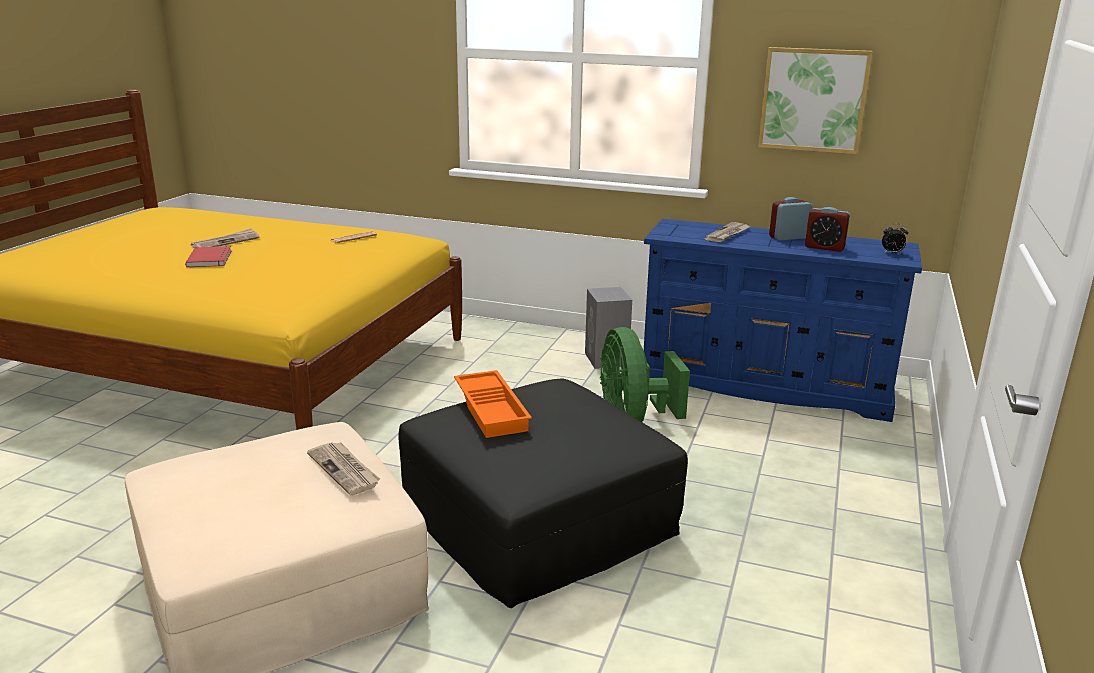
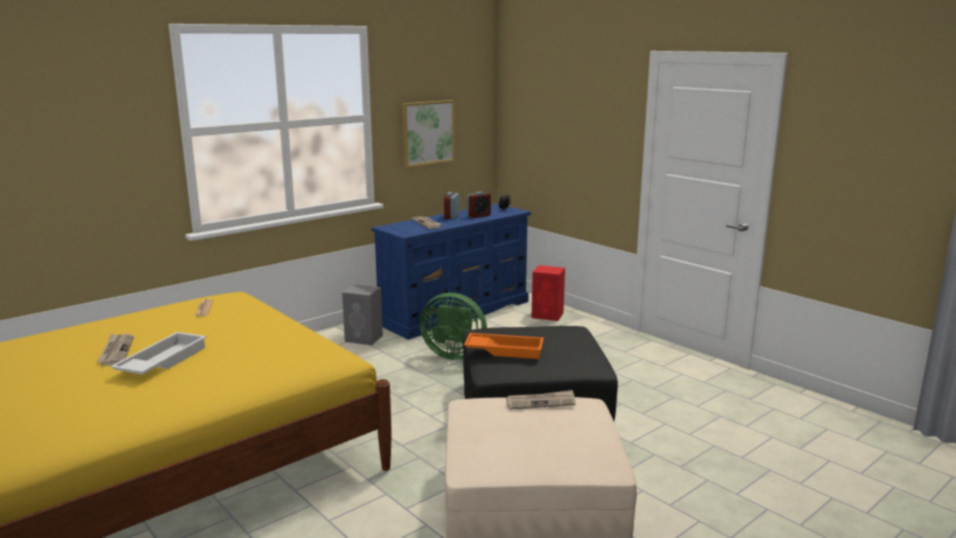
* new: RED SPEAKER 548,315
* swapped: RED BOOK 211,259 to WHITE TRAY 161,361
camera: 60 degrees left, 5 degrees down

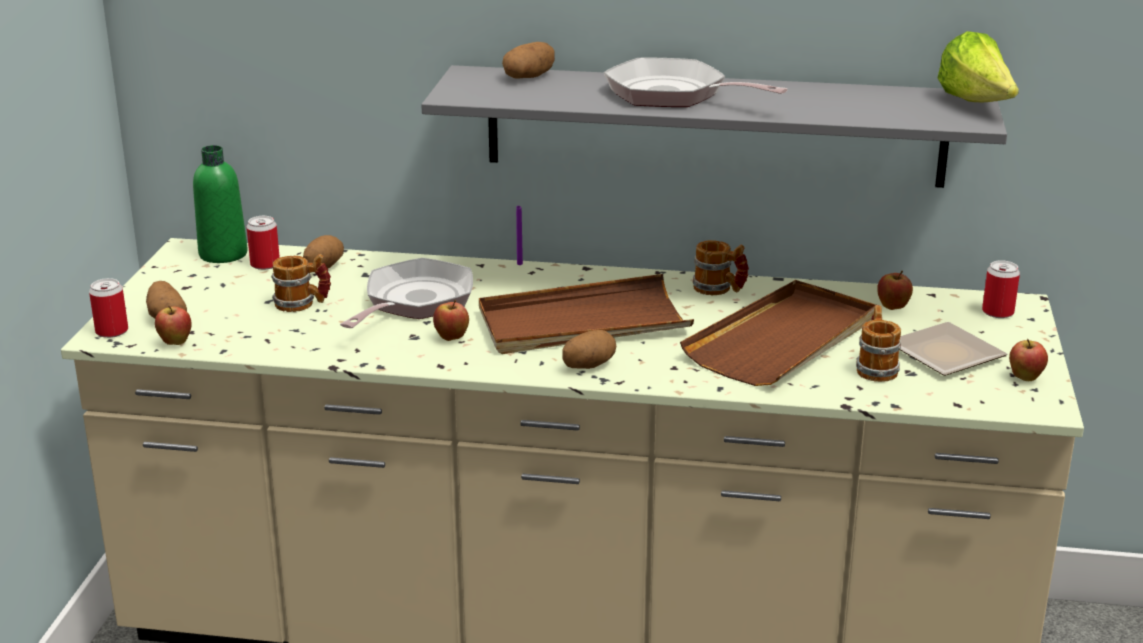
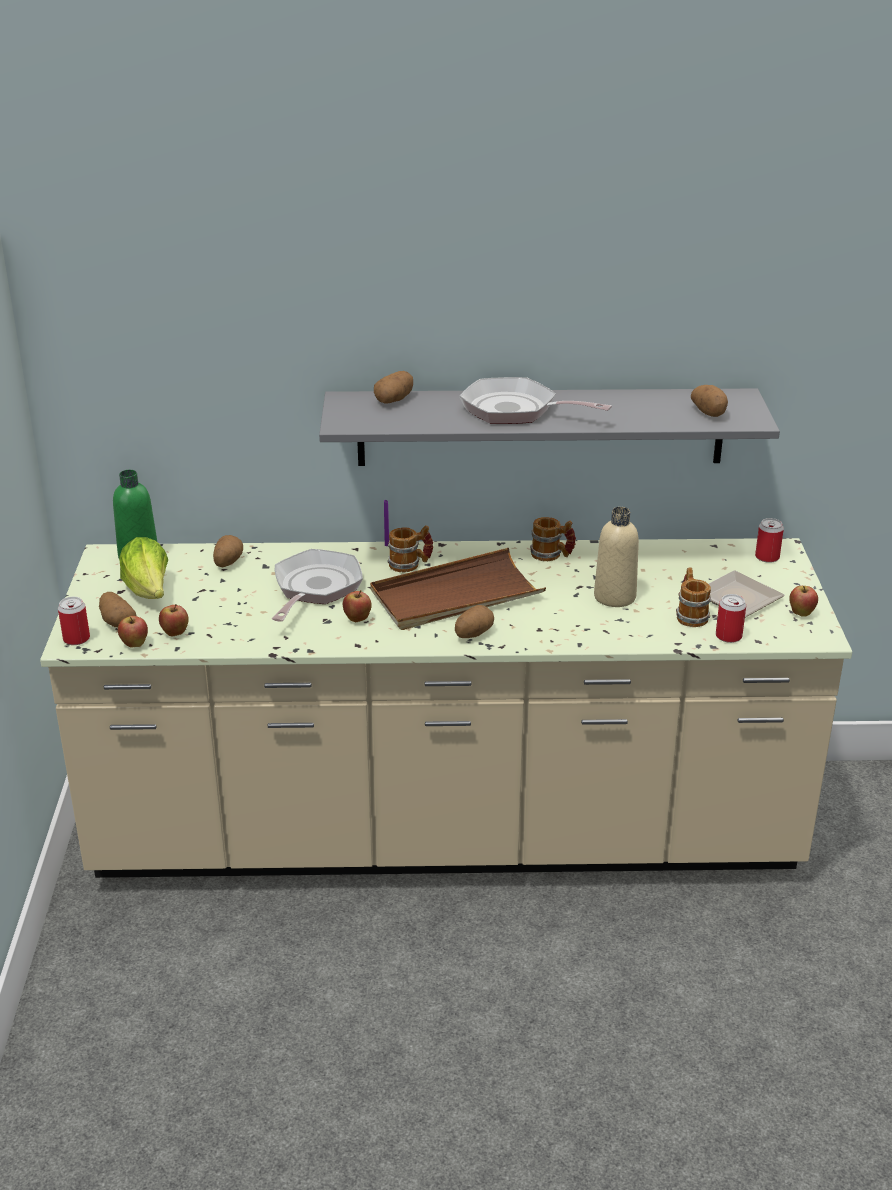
* new: POTATO 709,413
* shifted: CAN 265,264 to 728,636
* shifted: MUG 302,304 to 410,564
* shifted: APPLE 893,308 to 175,634
* shifted: LETTUCE 977,104 to 149,592
* swapped: BROWN TRAY 783,340 to BEIGE BOTTLE 614,597
camera: 10 degrees left, 5 degrees up

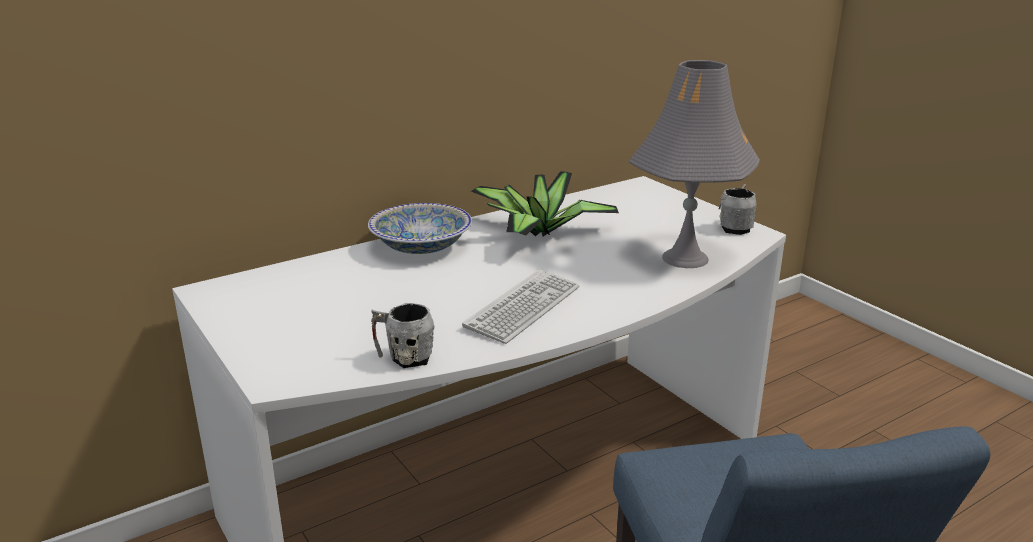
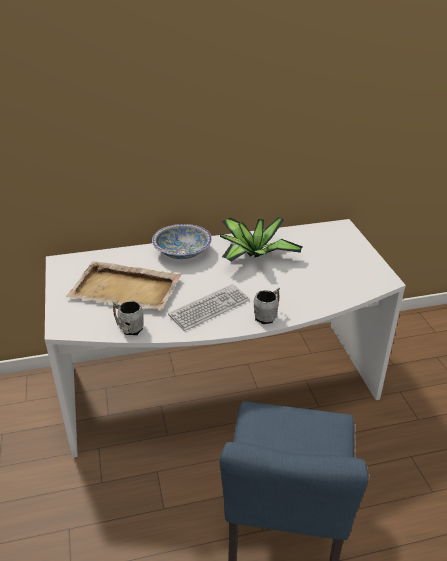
* gone: GREY TABLE LAMP 685,258
* new: BEIGE TRAY 126,289
* shifted: GREY MUG 736,227 to 267,316
camera: 20 degrees right, 10 degrees up

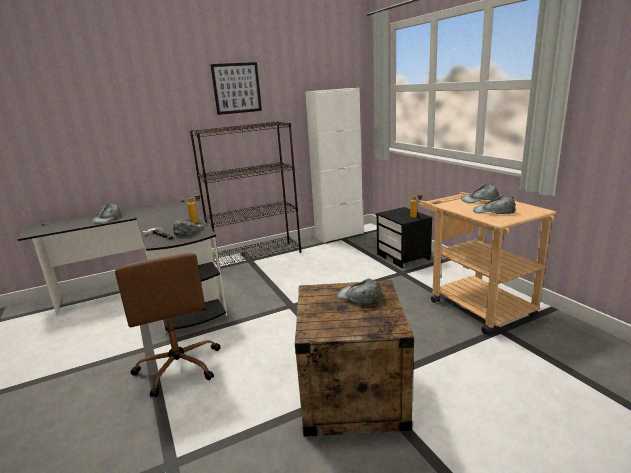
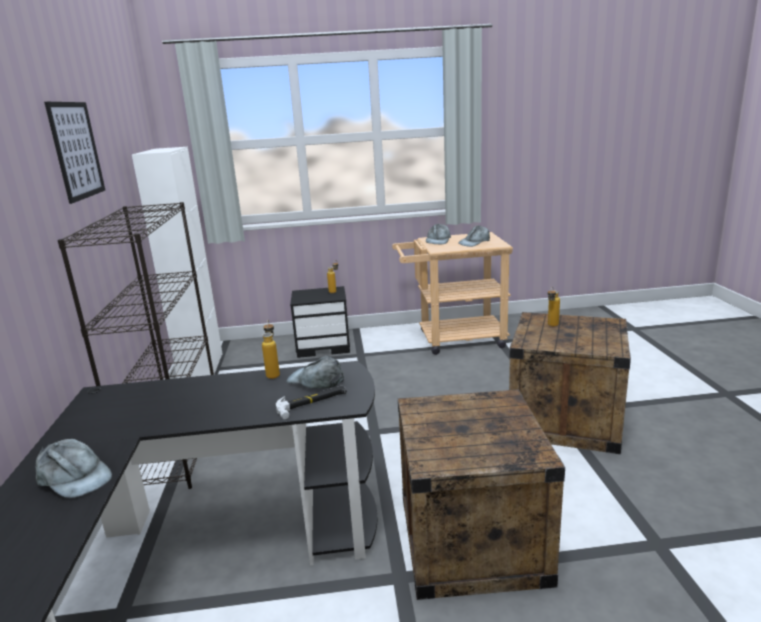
* swapped: BROWN OFFICE CHAIR 179,367 to CRATE 472,539
* swapped: GREY CAP 359,297 to BOTTLE 551,326
camera: 70 degrees left, 0 degrees up

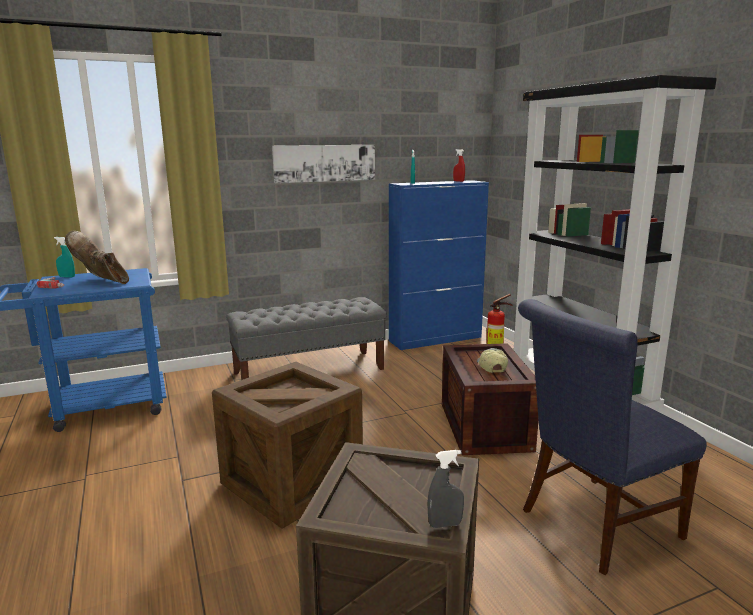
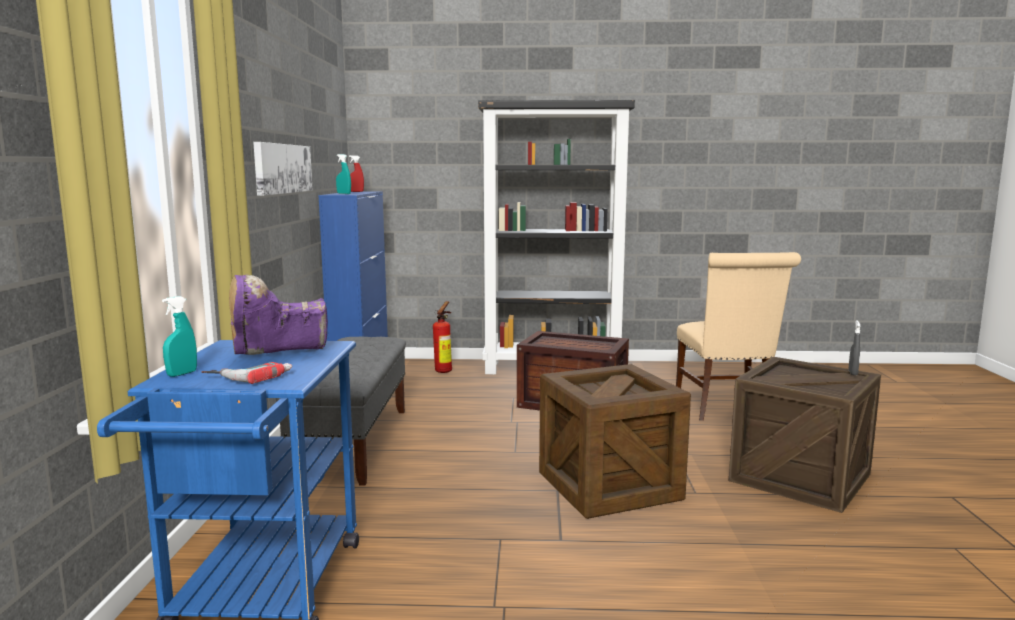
* gone: CAP 491,367
* repainted: BROWN BOOT 102,281 to PURPLE BOOT 277,357
* repainted: BLUE CHAIR 593,525 to BEIGE CHAIR 726,409
camera: 65 degrees left, 5 degrees down

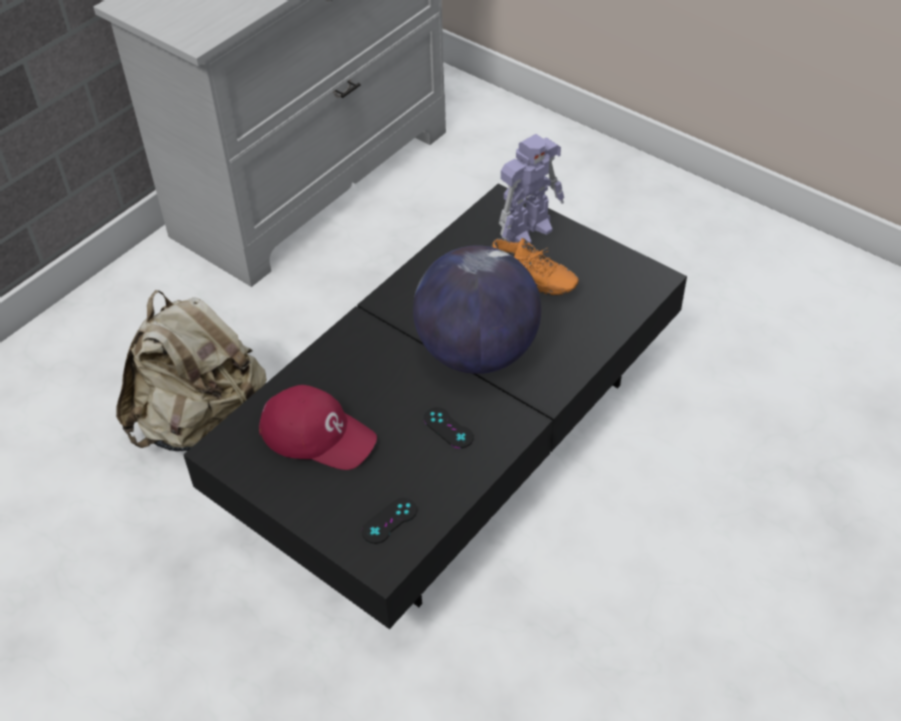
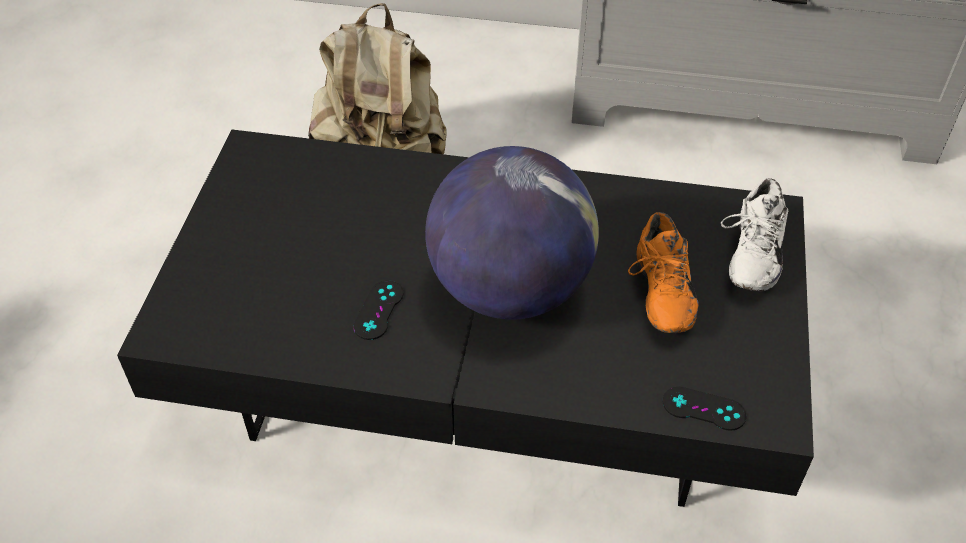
* gone: RED CAP 318,434
* shifted: BLACK GAME CONTROLLER 389,521 to 703,409
* swapped: TOY ROBOT 528,229 to WHITE SHOE 749,255
camera: 60 degrees right, 0 degrees up

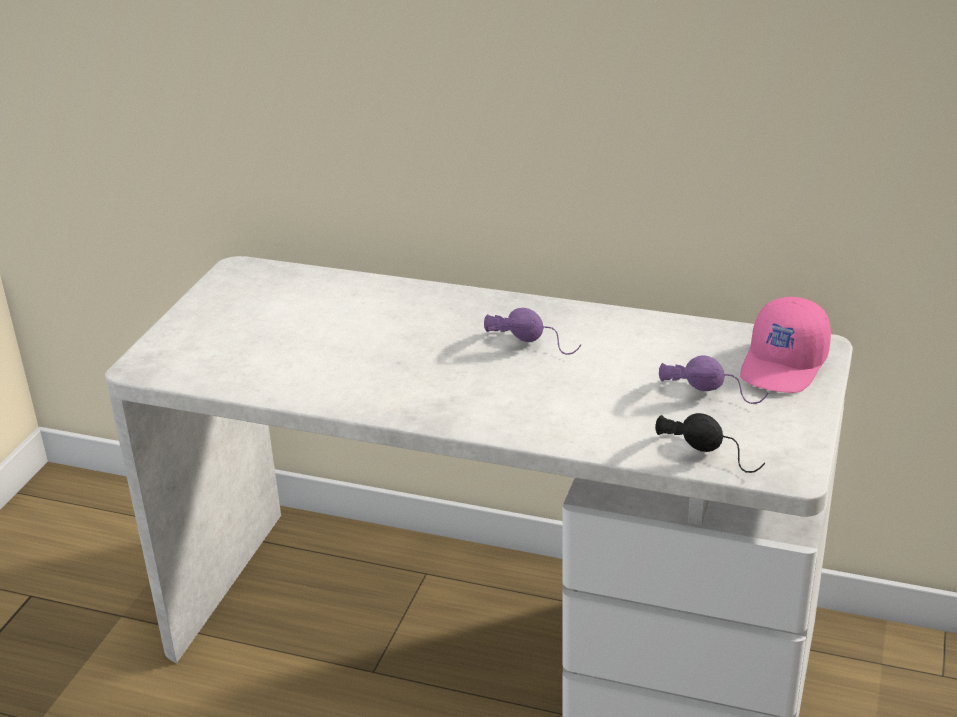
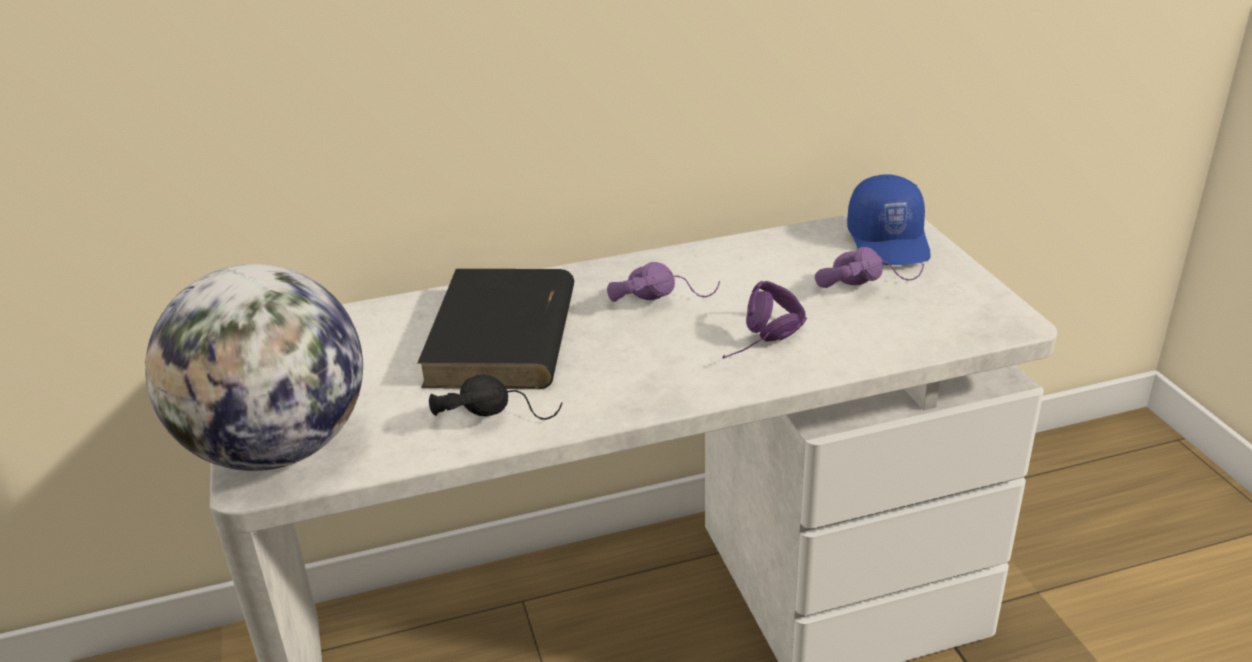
* new: GLOBE 279,448
* new: BLACK BOOK 502,338
* new: PURPLE HEADPHONES 766,343
* shifted: BLACK HEADPHONES 710,452 to 496,414
* repainted: PINK CAP 784,365 to BLUE CAP 890,242
camera: 35 degrees left, 0 degrees up

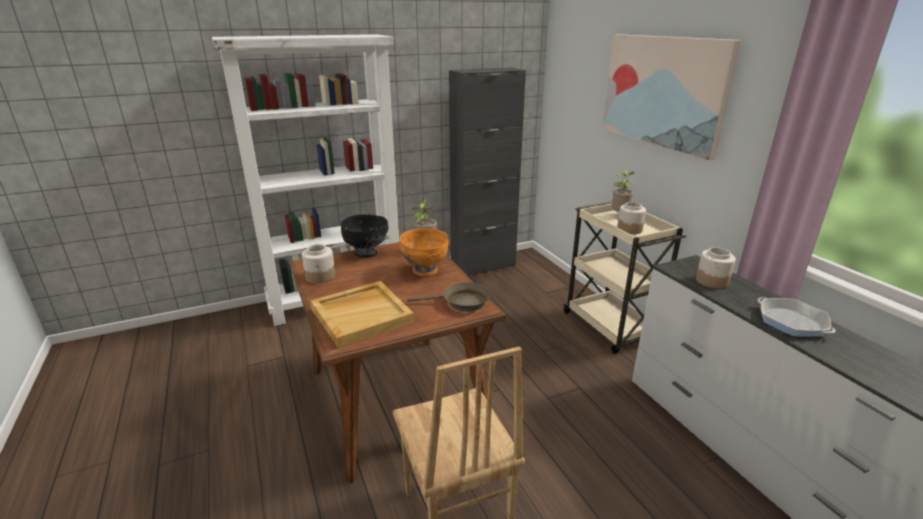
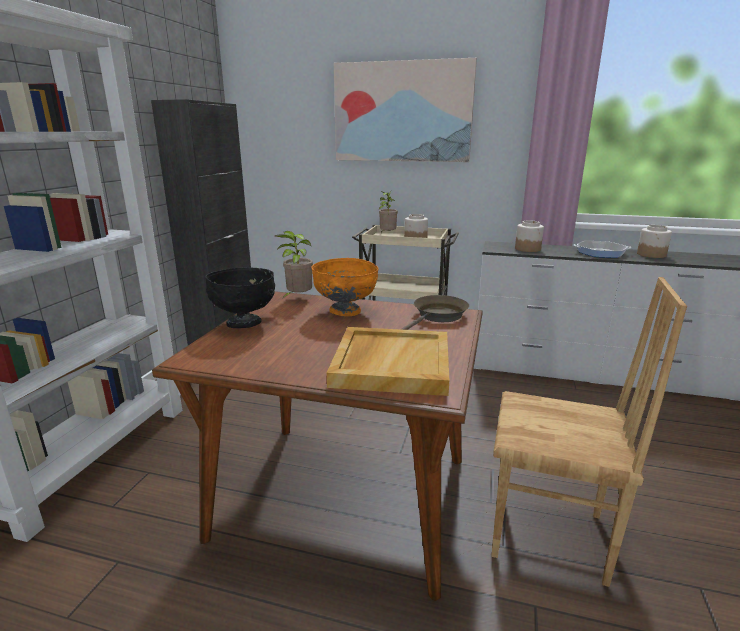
* shifted: JAR 320,277 to 651,254
camera: 50 degrees left, 5 degrees down

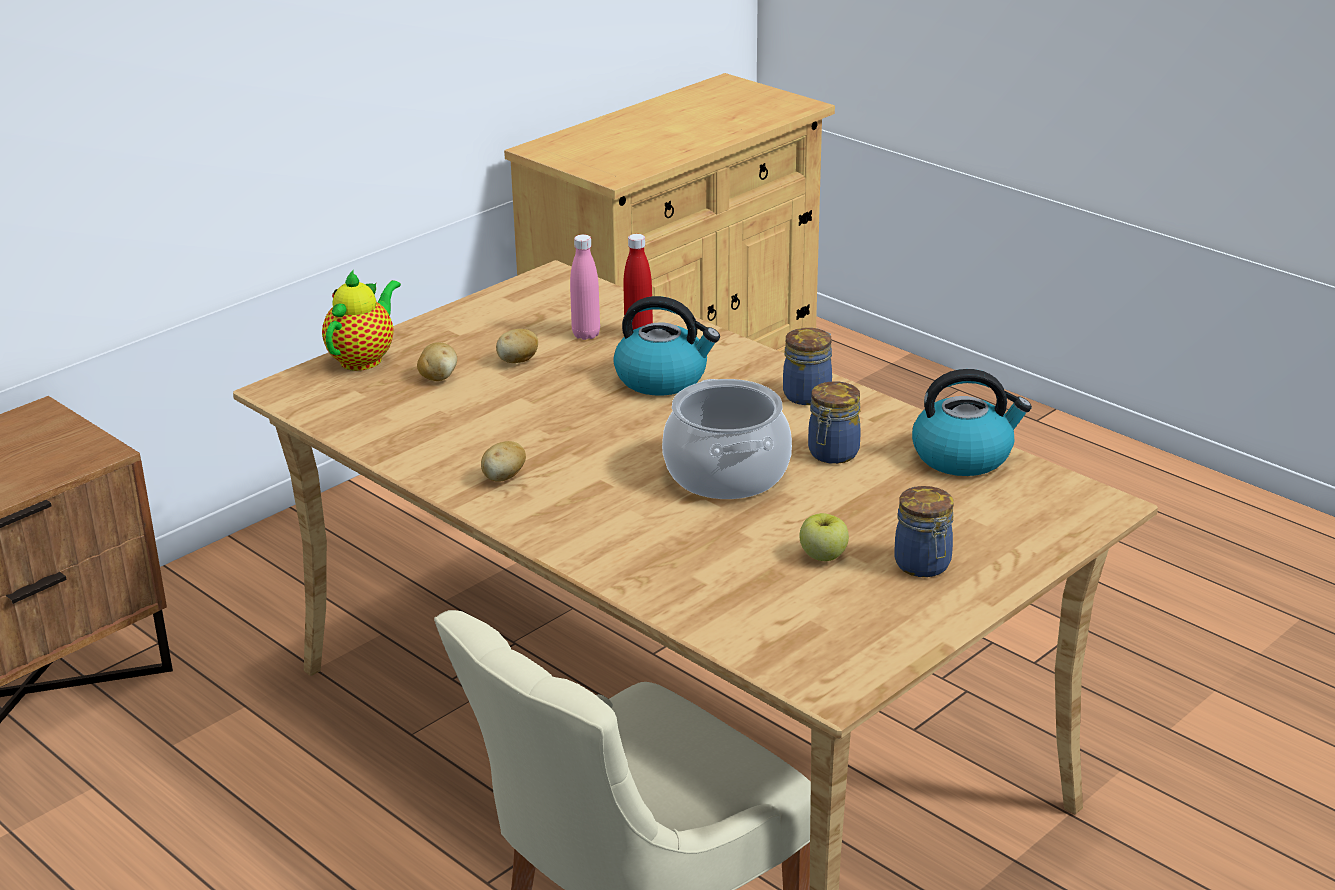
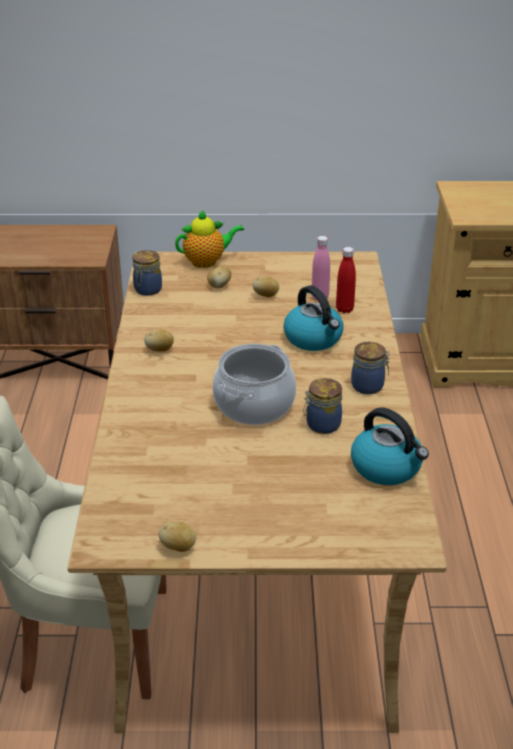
* gone: APPLE 823,556
* new: POTATO 178,547
* shifted: JAR 923,565 to 147,290
camera: 45 degrees right, 5 degrees up

